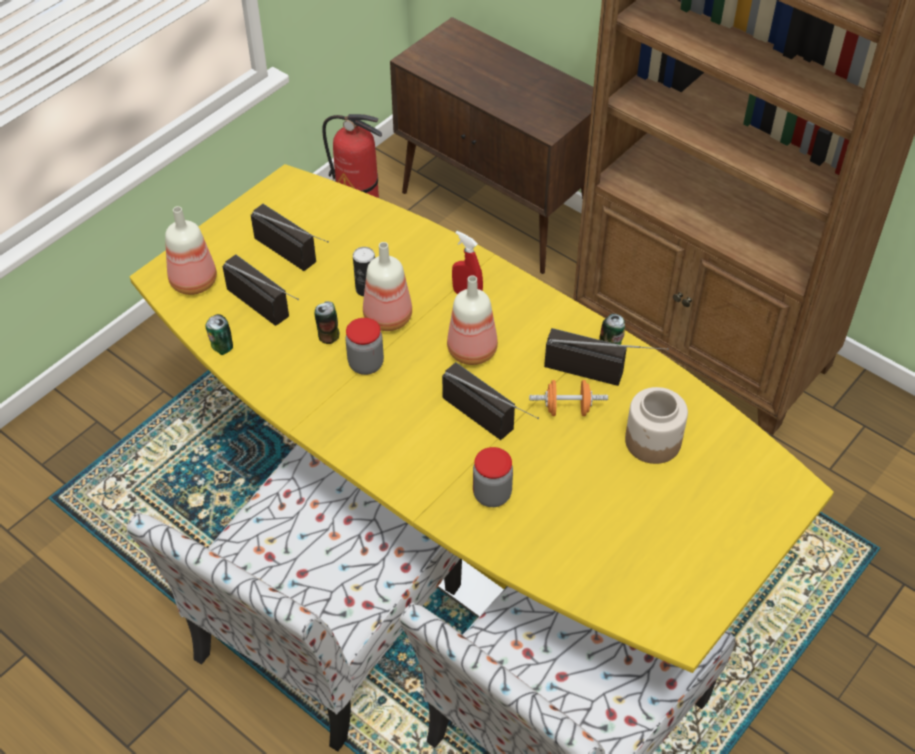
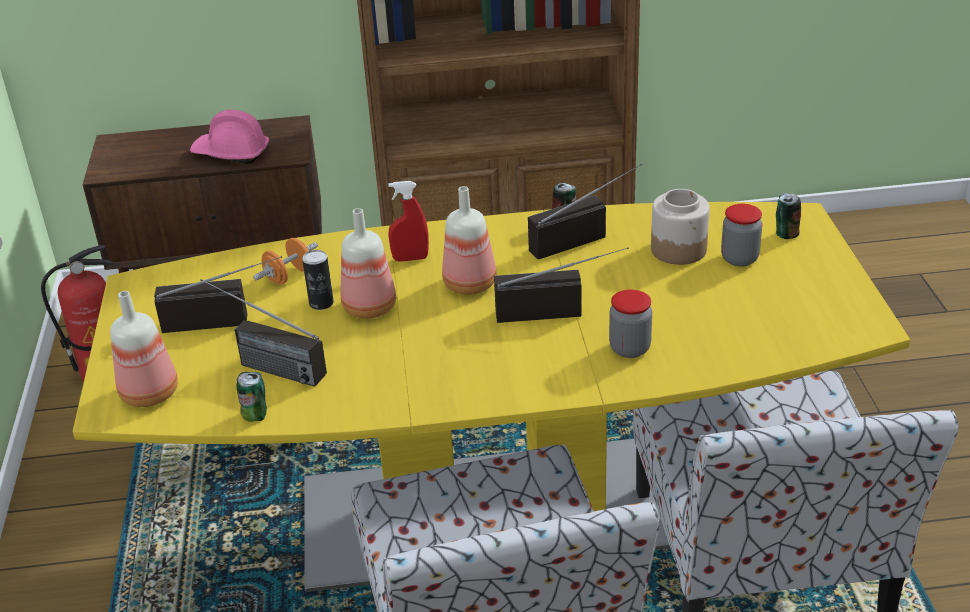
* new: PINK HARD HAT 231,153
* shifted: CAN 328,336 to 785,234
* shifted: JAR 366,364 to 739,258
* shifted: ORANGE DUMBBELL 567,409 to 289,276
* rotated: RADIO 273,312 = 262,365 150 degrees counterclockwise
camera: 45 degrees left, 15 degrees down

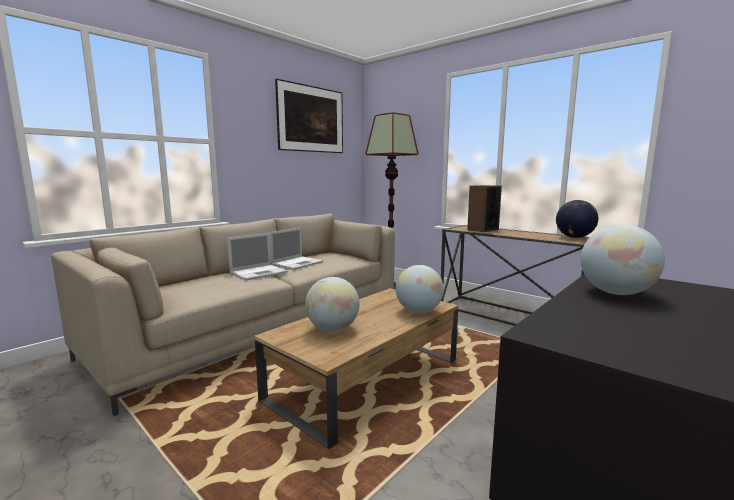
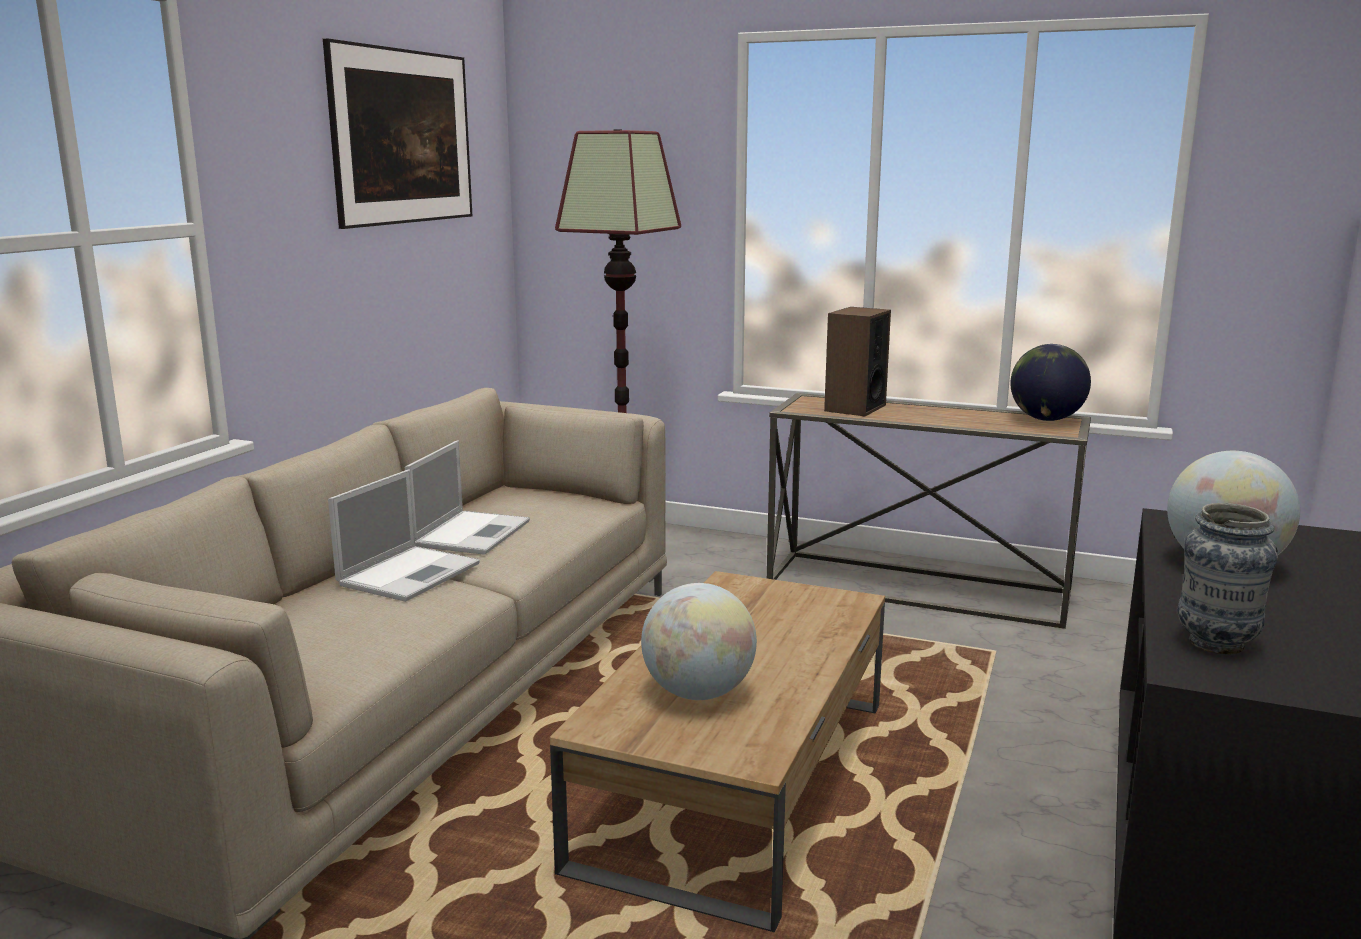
* gone: GLOBE 418,311
* new: VASE 1216,644
camera: 20 degrees left, 5 degrees up

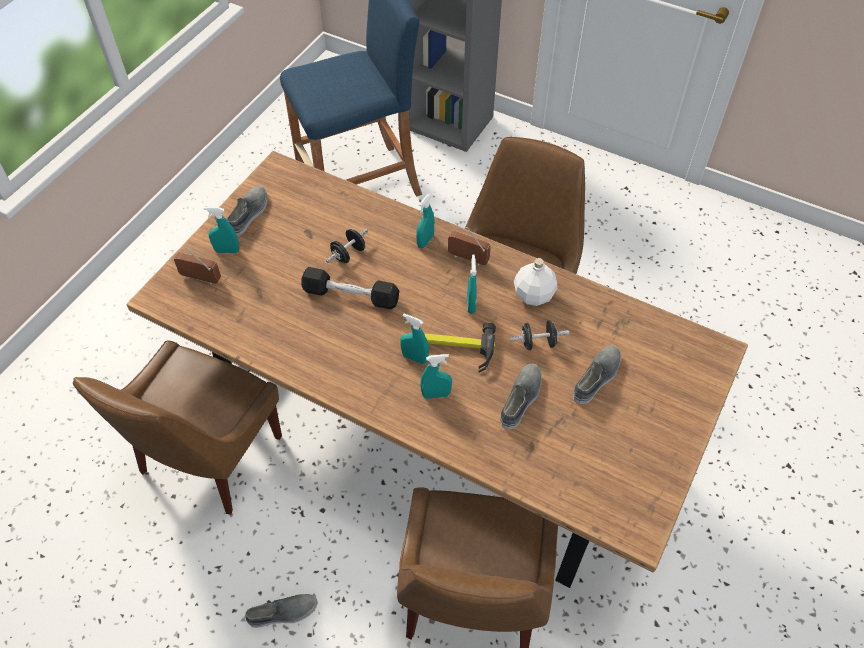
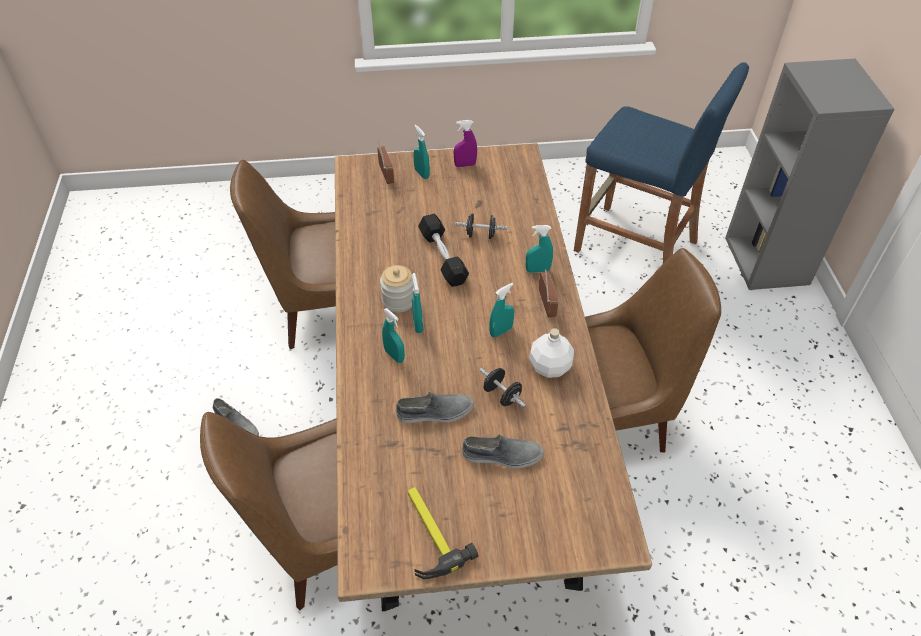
* new: JAR 398,301
* shifted: HAMMER 452,348 to 428,533
* swapped: GREY SHOE 249,214 to PURPLE SPRAY BOTTLE 465,165
camera: 55 degrees right, 5 degrees down

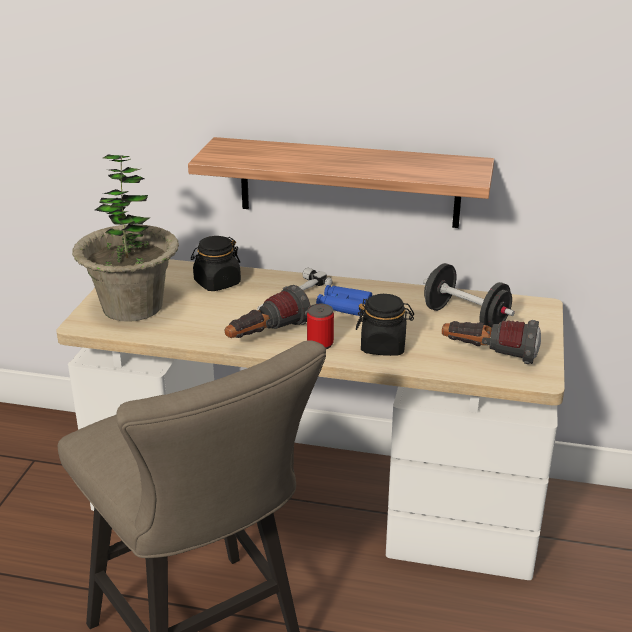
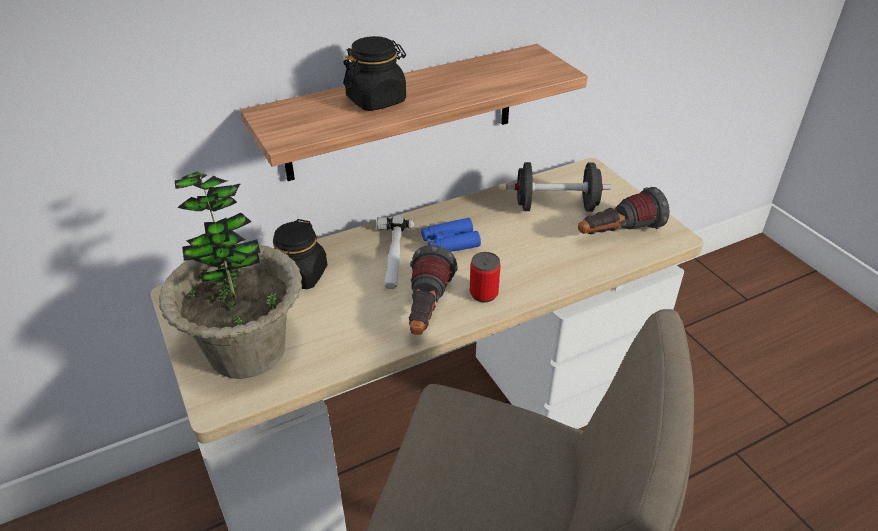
* shifted: BLACK JAR 383,346 to 376,100
camera: 40 degrees left, 10 degrees up

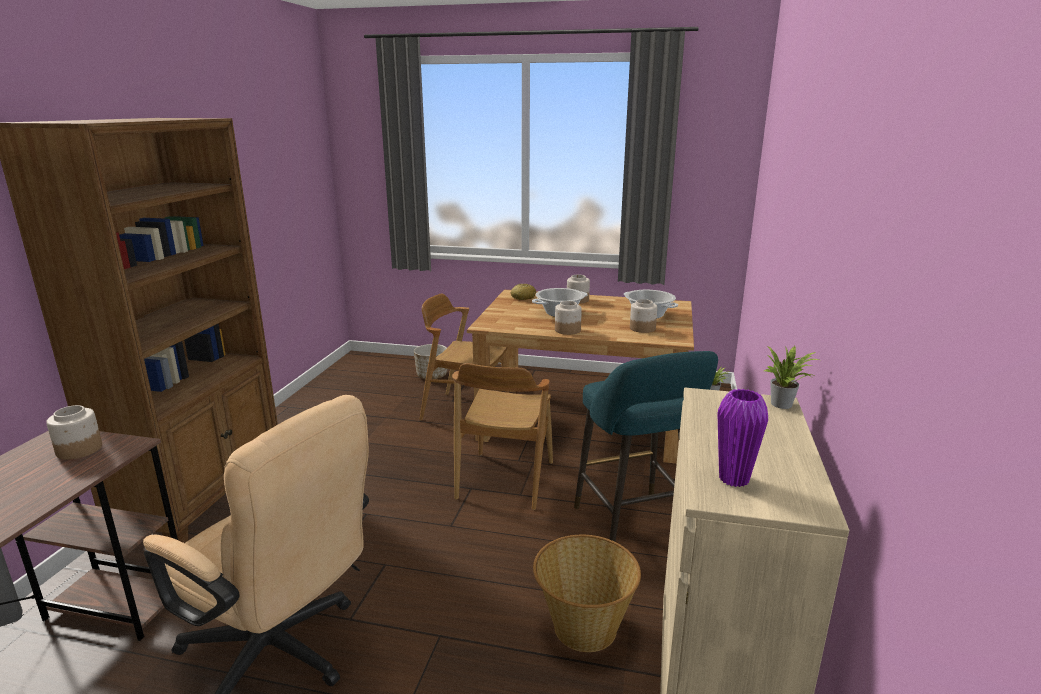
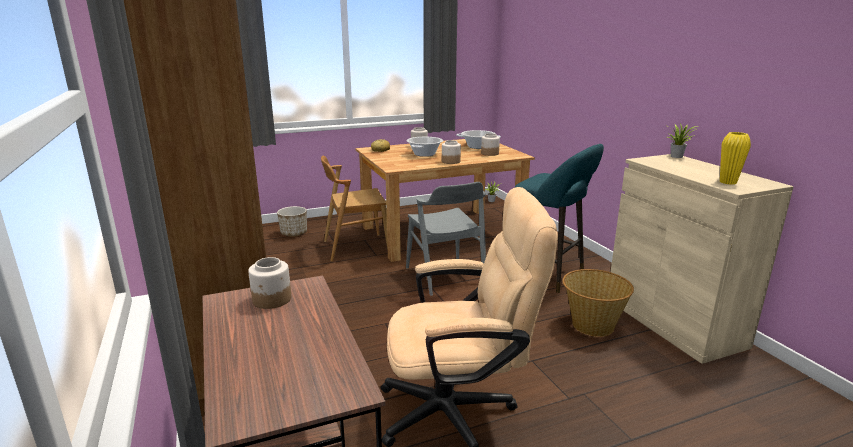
* repainted: BROWN CHAIR 505,480 to GREY CHAIR 444,276
* repainted: PURPLE VASE 733,479 to YELLOW VASE 728,182
camera: 35 degrees left, 0 degrees up

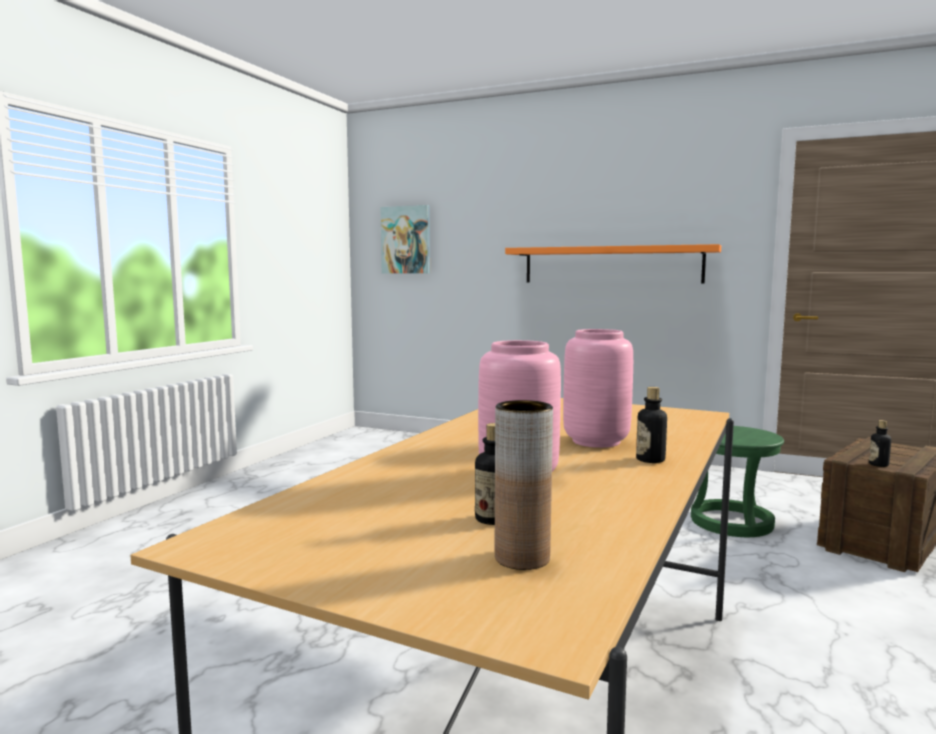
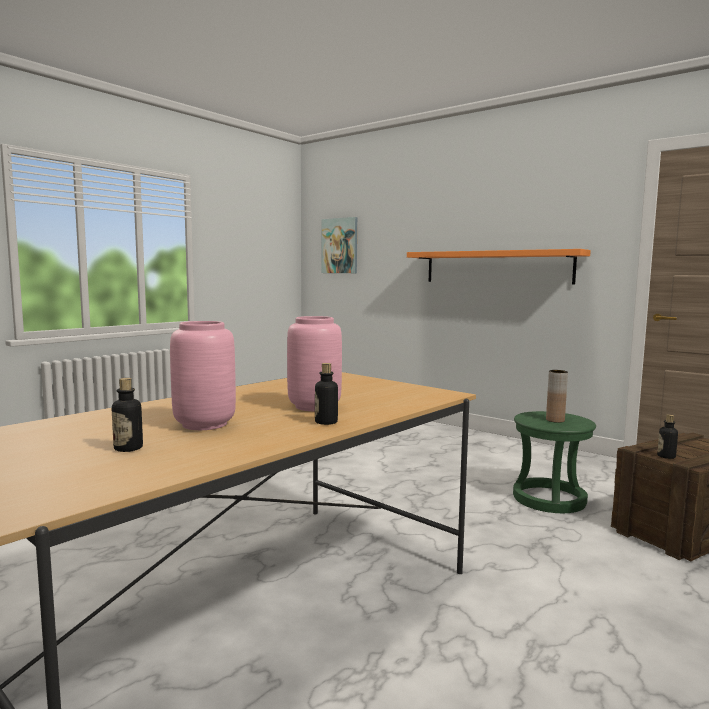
* shifted: BROWN VASE 522,558 to 555,420
camera: 15 degrees right, 0 degrees up

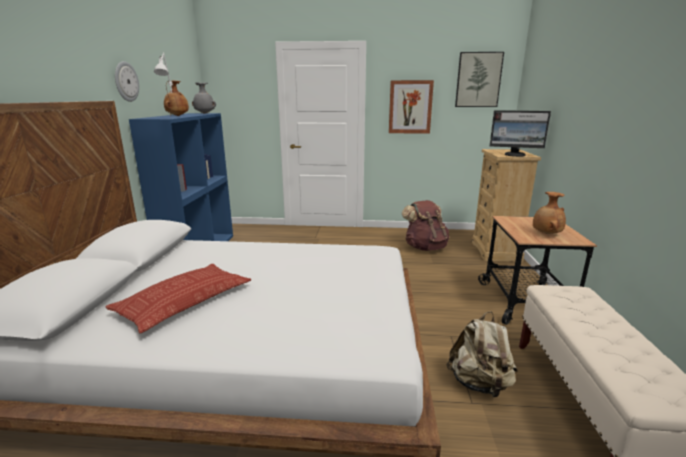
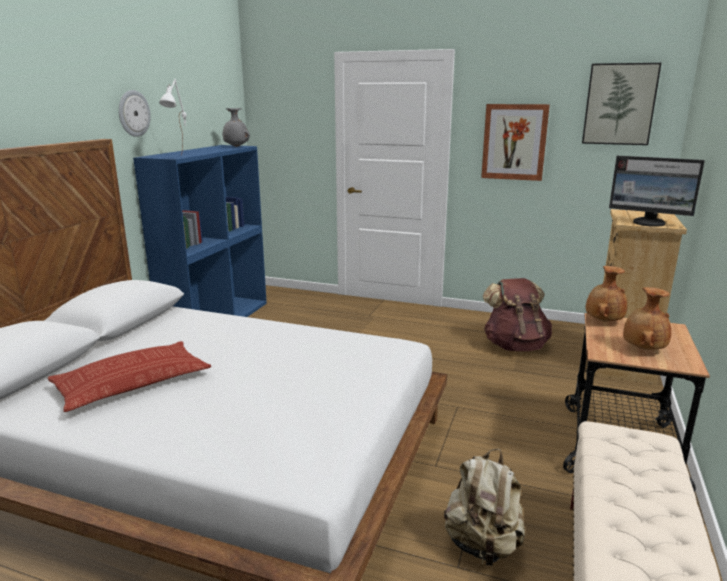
* shifted: BROWN VASE 177,116 to 603,321
camera: 15 degrees right, 0 degrees up

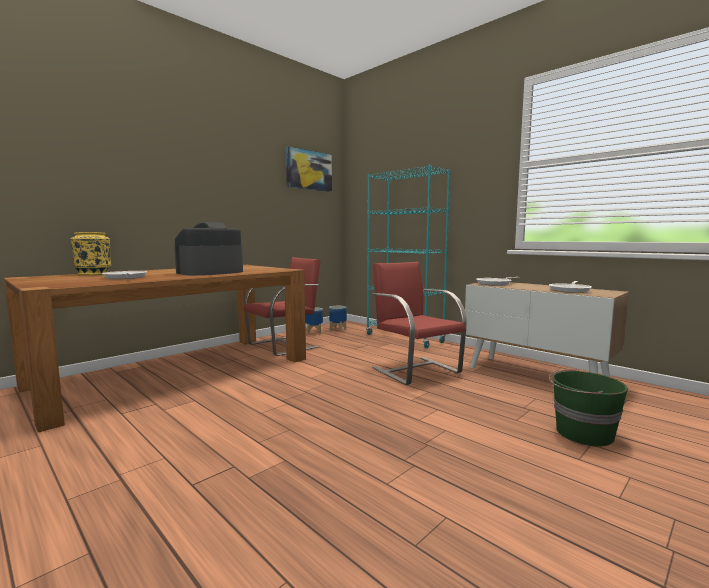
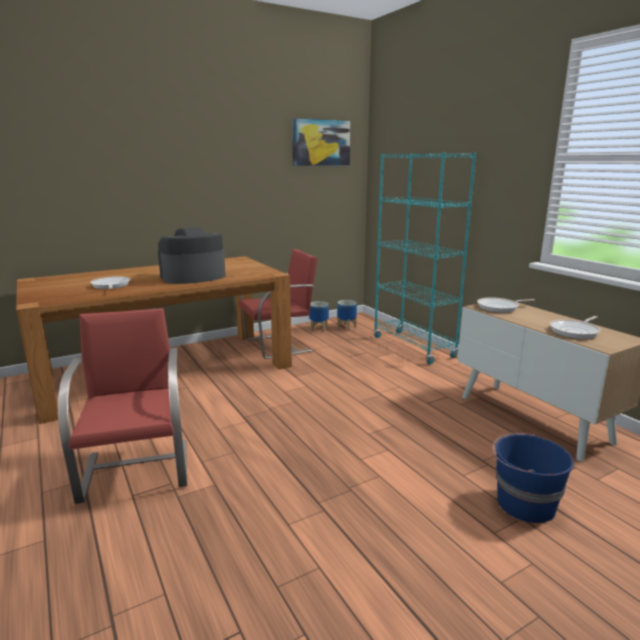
* gone: YELLOW VASE 93,274
* shifted: RED CHAIR 415,370 to 137,469
* repainted: GREEN BUCKET 582,433 to BLUE BUCKET 524,504
camera: 15 degrees right, 10 degrees up

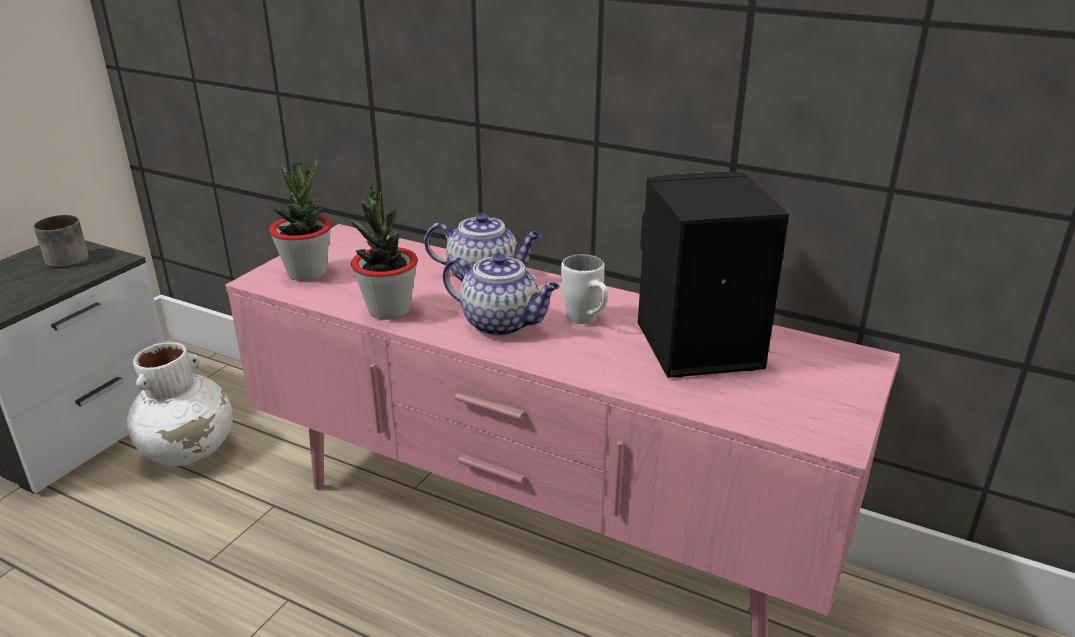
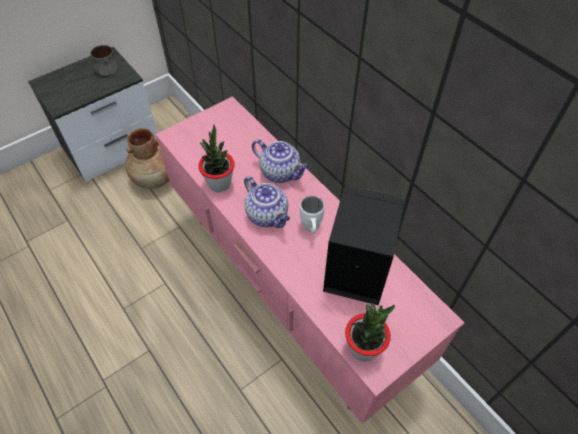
* shifted: POTTED PLANT 307,273 to 363,348
* repainted: WHITE VASE 190,451 to BROWN VASE 155,178
camera: 25 degrees right, 25 degrees up

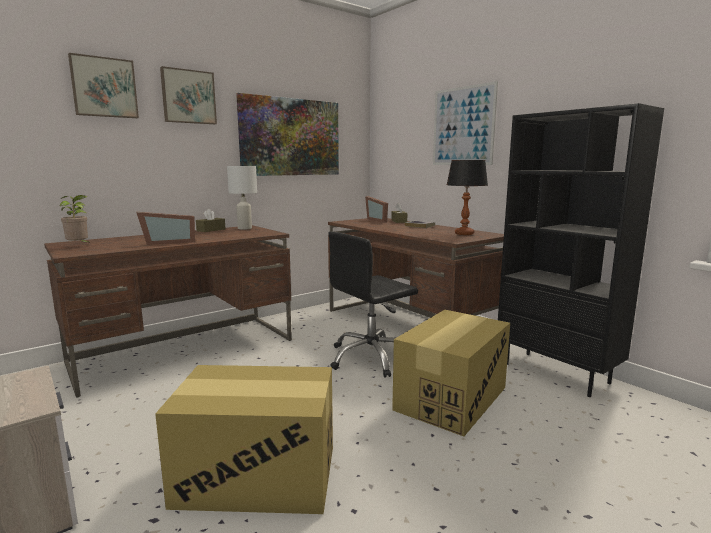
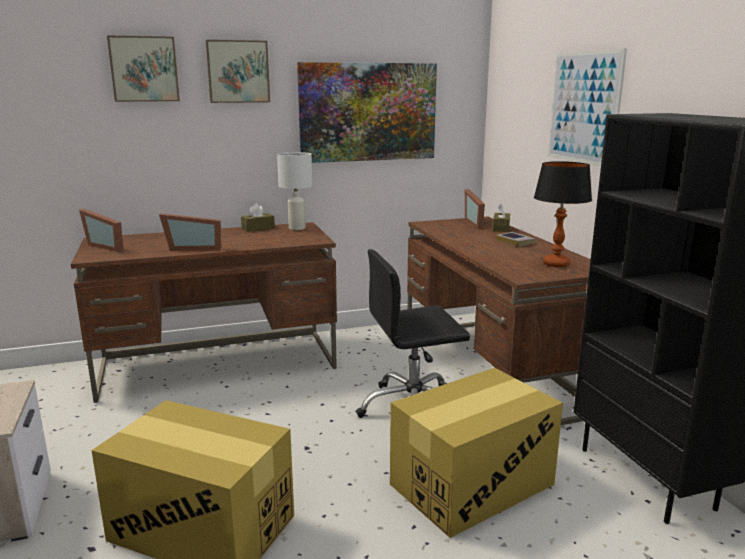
* swapped: POTTED PLANT 79,246 to PICTURE FRAME 108,246
camera: 20 degrees right, 5 degrees up

